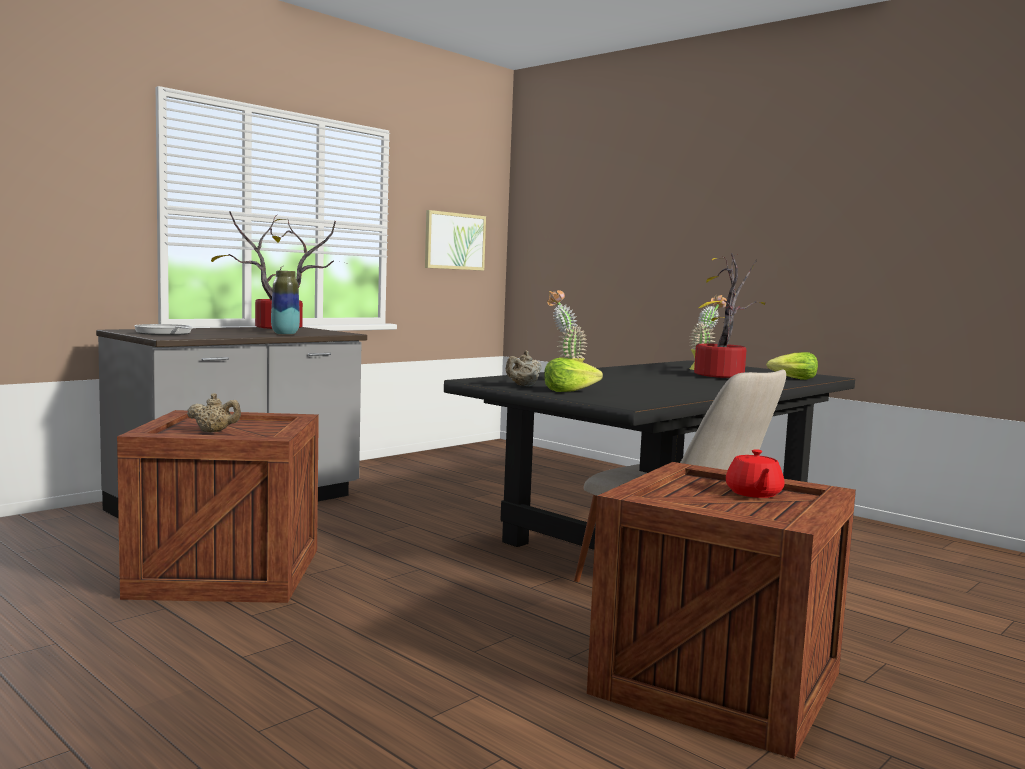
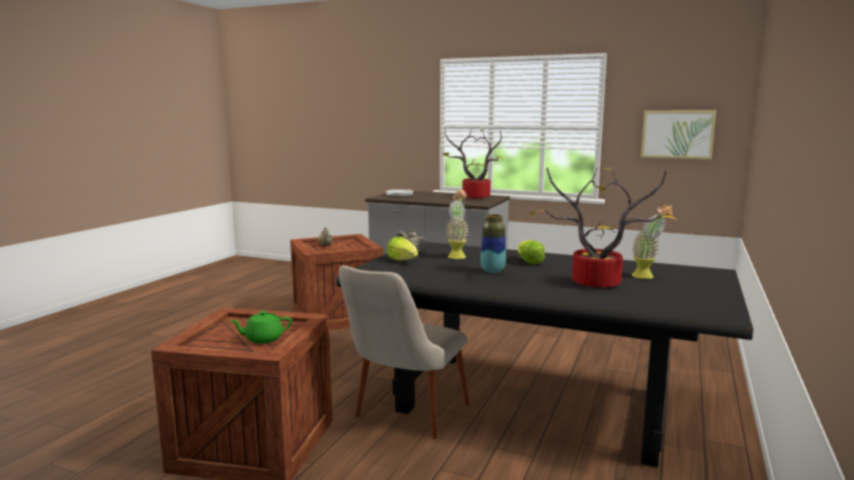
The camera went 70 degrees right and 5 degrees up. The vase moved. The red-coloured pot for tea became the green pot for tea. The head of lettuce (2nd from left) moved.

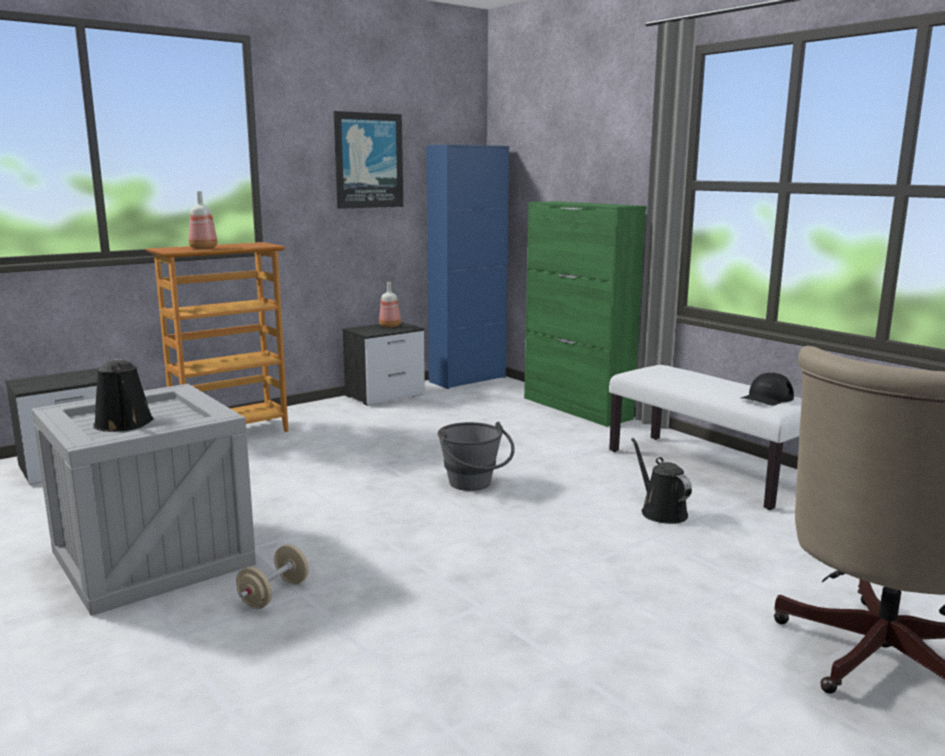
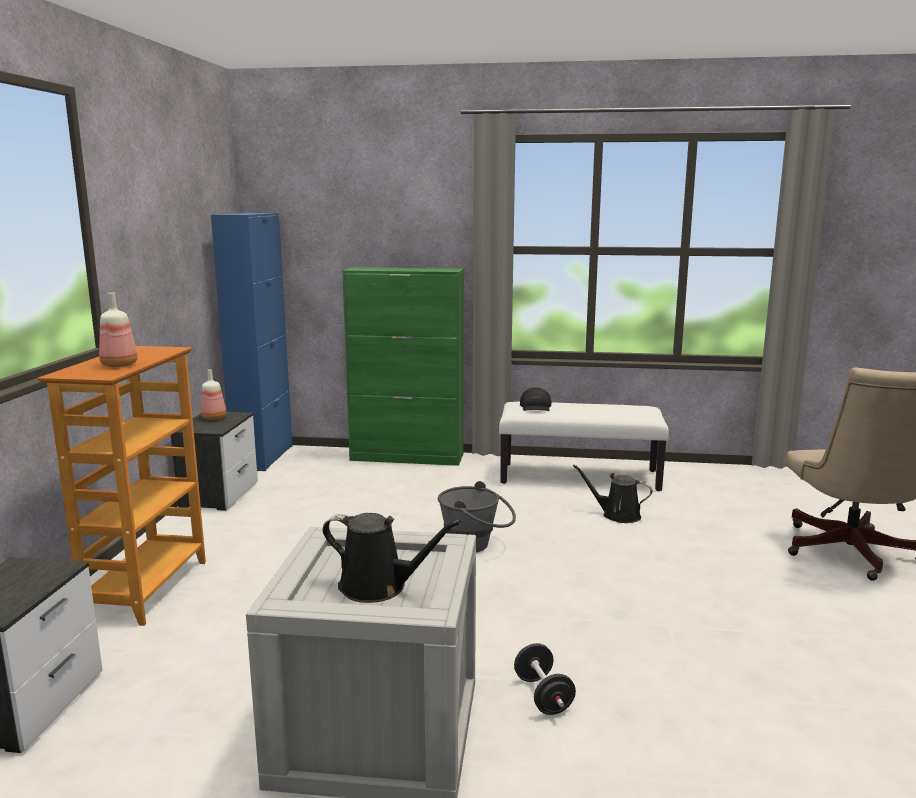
The camera went 45 degrees left and 0 degrees up. The beige dumbbell became the black dumbbell. The wall art disappeared. The black baseball cap moved.

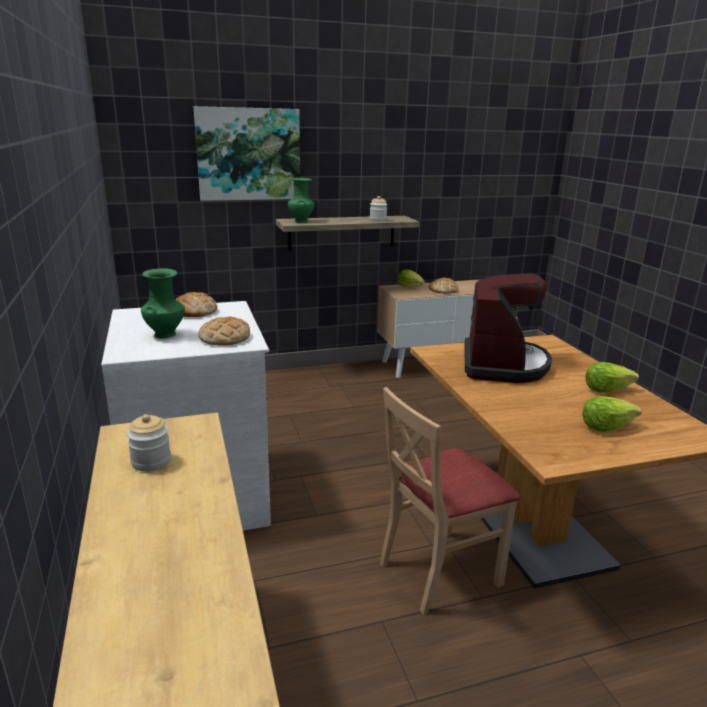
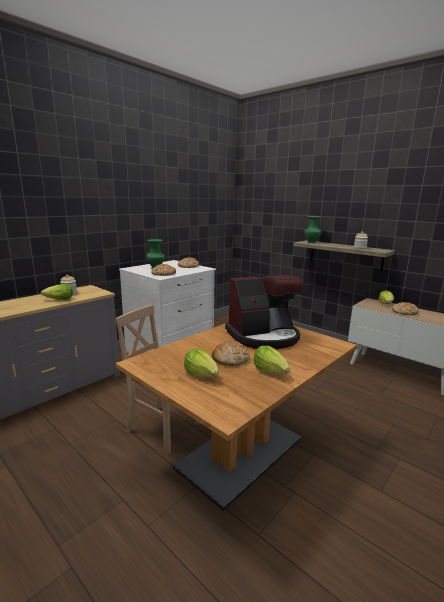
The camera went 60 degrees right and 5 degrees down. The wall art disappeared. The head of lettuce (1st from left) appeared. The bakery bread (3rd from left) appeared.

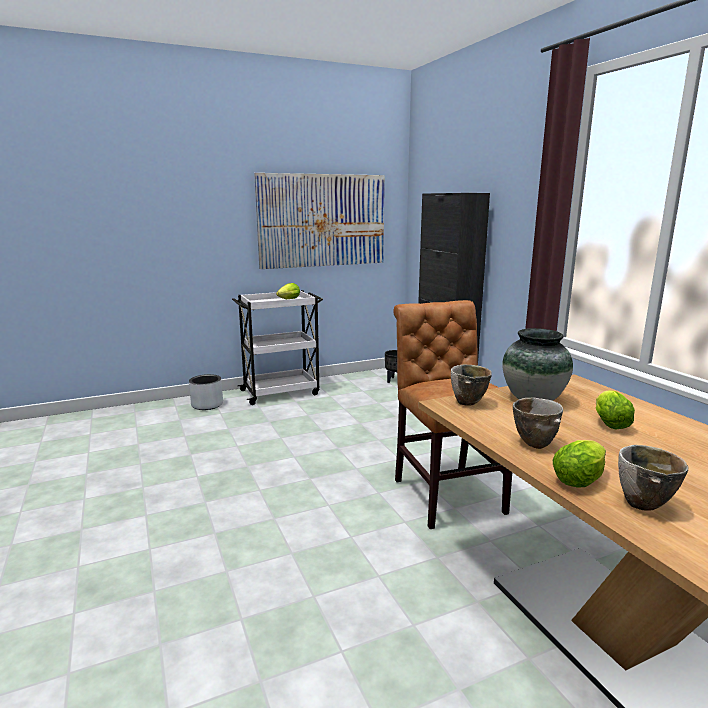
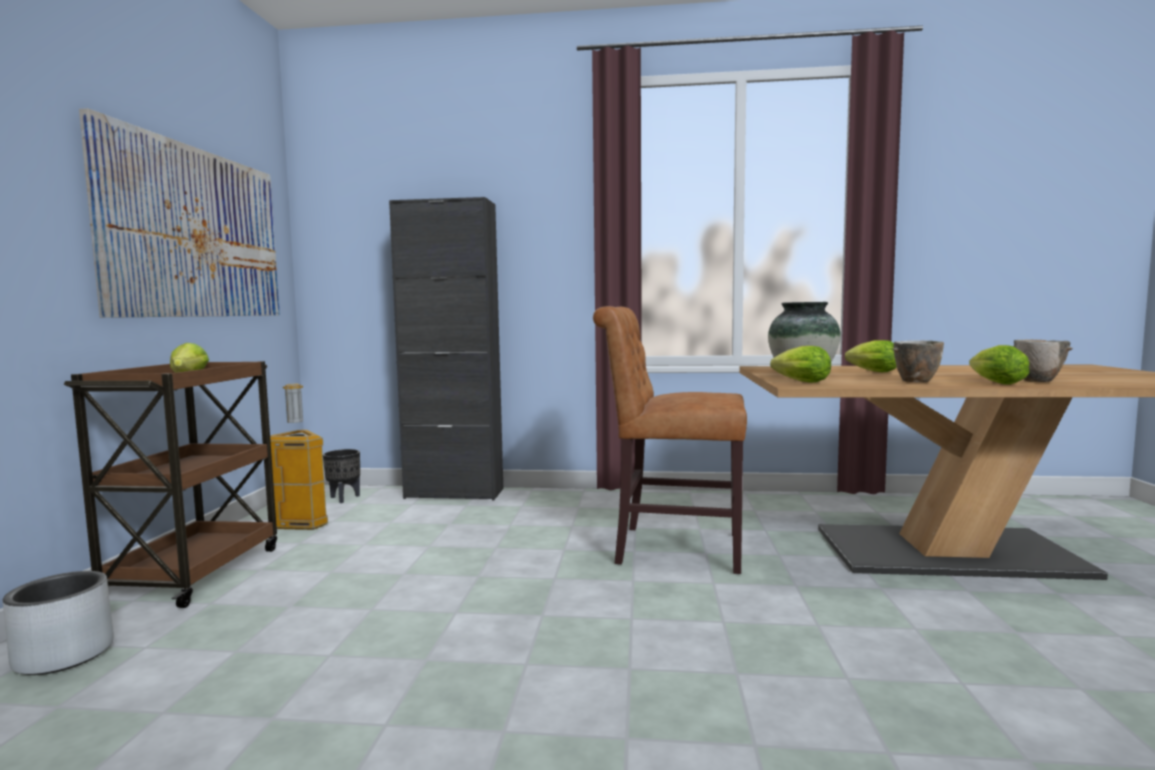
The camera went 60 degrees left and 10 degrees down. The white trolley became the brown-coloured trolley. The bowl (1st from left) was replaced by the head of lettuce (2nd from left). The waste bin appeared.

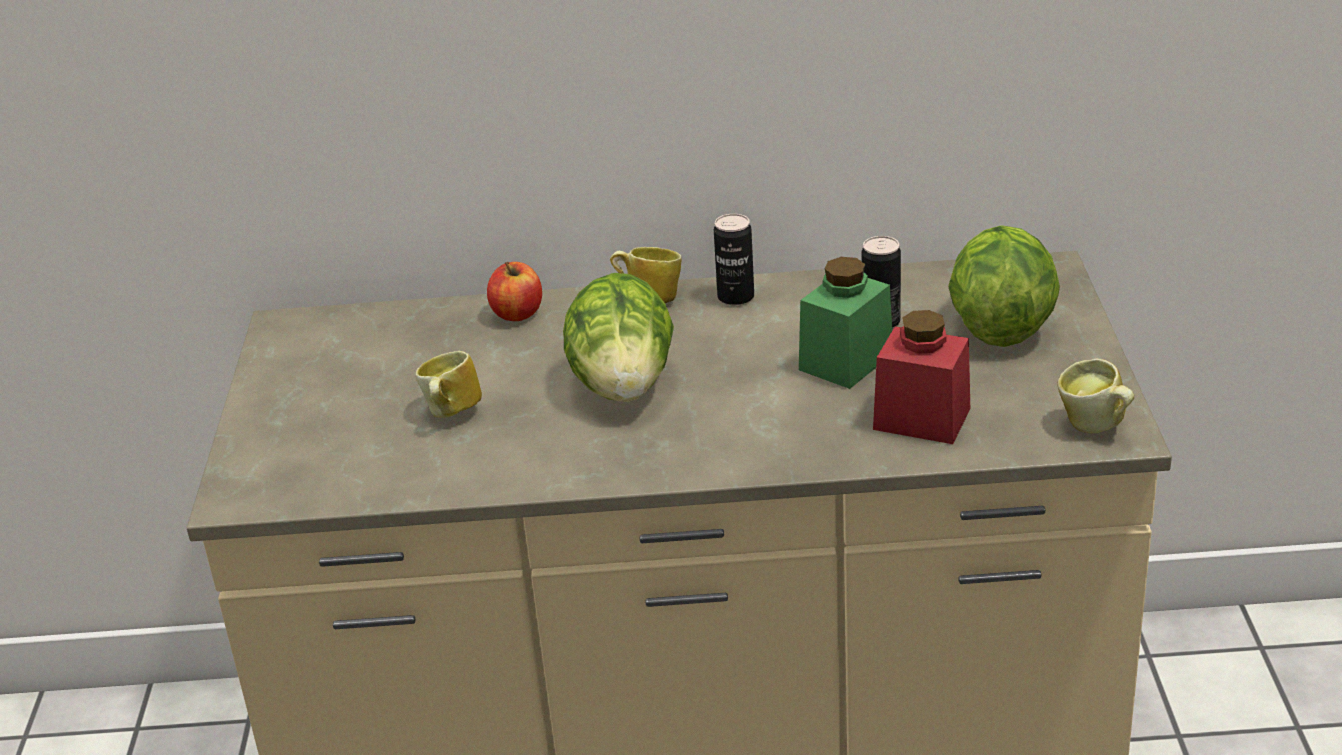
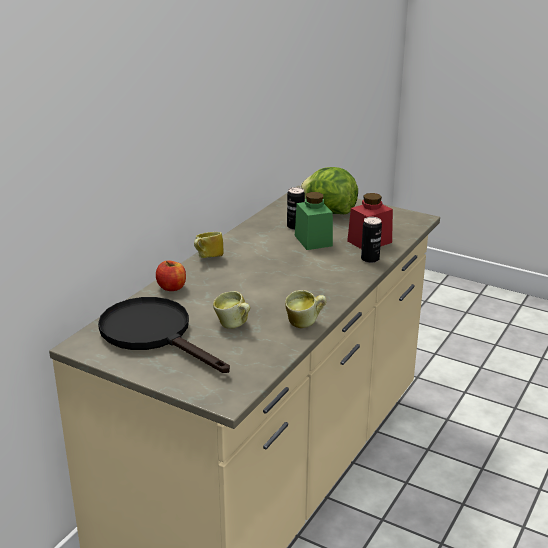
The camera went 60 degrees left and 5 degrees down. The head of lettuce (1st from left) disappeared. The sealed can (1st from left in the first image) moved. The mug (3rd from left) moved. The black pan appeared.

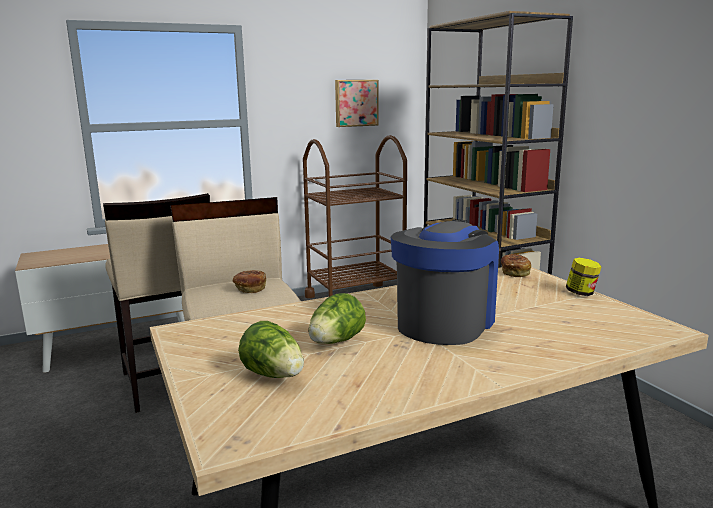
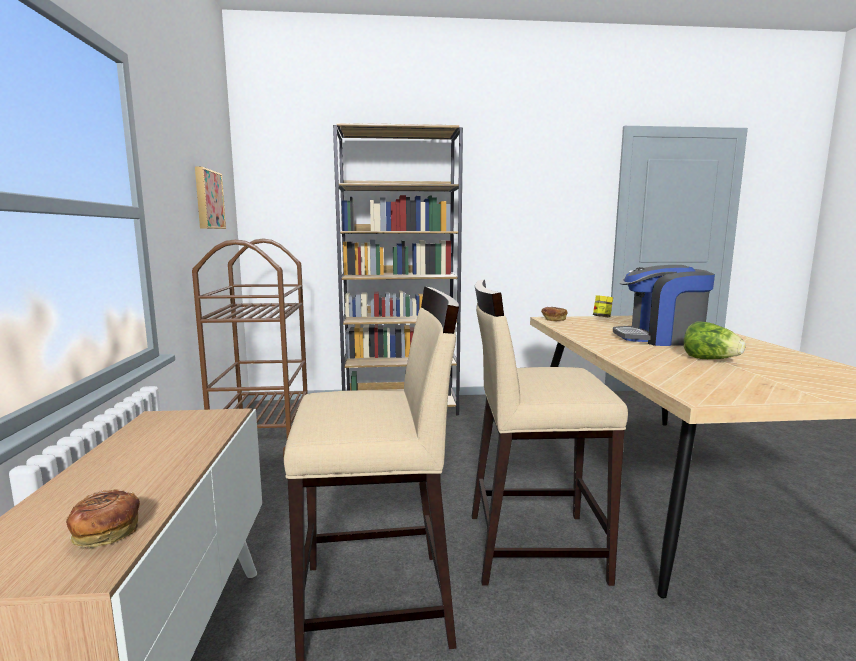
The camera went 70 degrees left and 5 degrees down. The bakery bread (1st from left) moved. The head of lettuce (1st from left) disappeared. The coffee brewer turned 45 degrees counterclockwise.

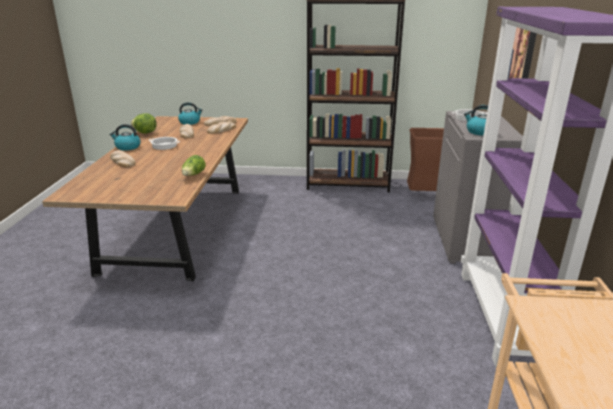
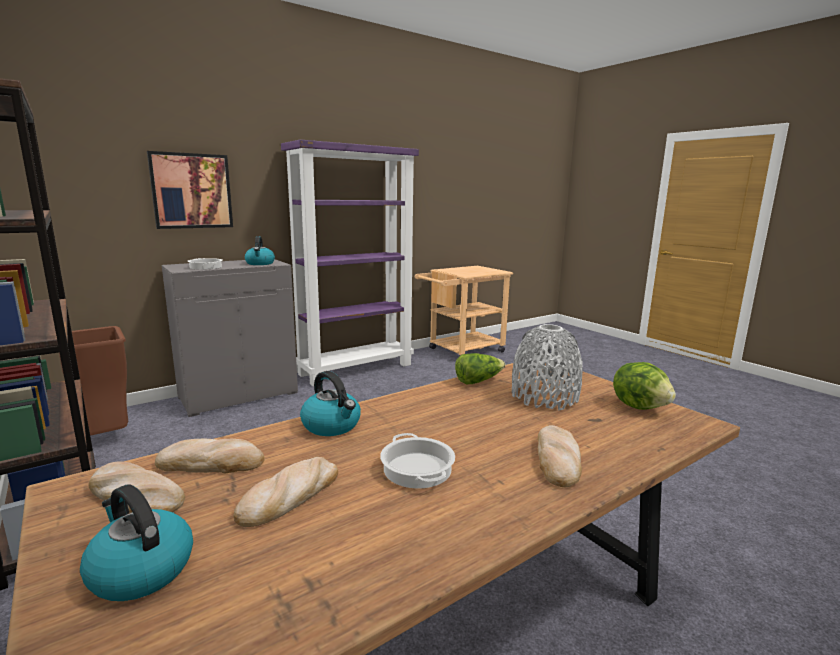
The camera went 130 degrees left and 10 degrees down. The water kettle (1st from left in the first image) moved. The head of lettuce (1st from left in the first image) moved. The gray vase appeared.

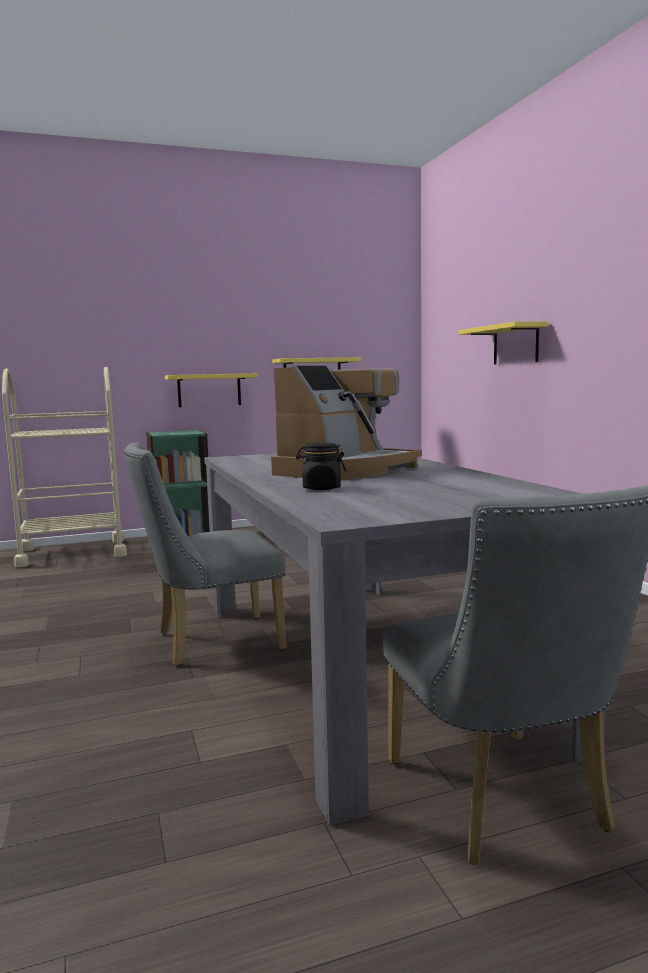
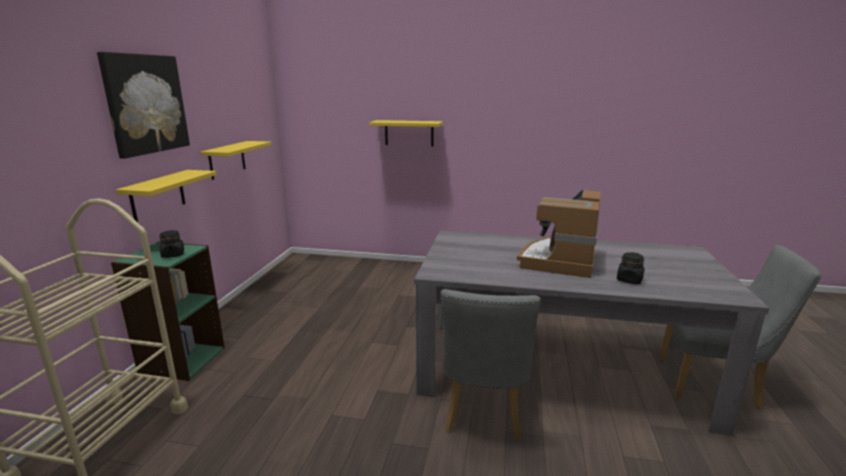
The camera went 60 degrees left and 10 degrees up. The coffee brewer turned 135 degrees counterclockwise. The wall art appeared. The black storage jar (1st from left) appeared.

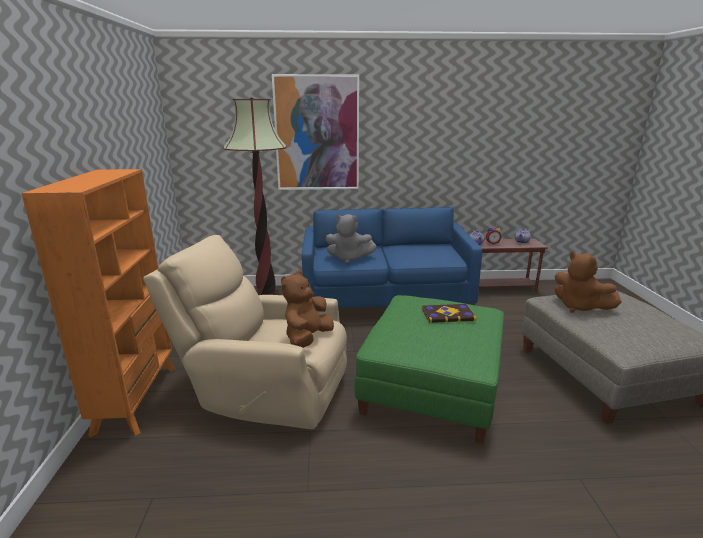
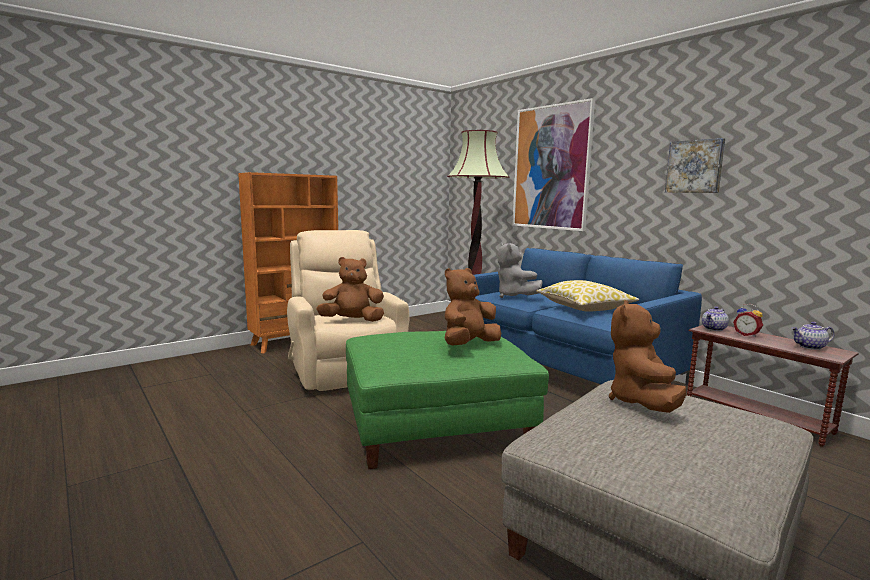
The camera went 55 degrees right and 10 degrees down. The book was replaced by the brown-coloured cuddly toy (2nd from left). The throw pillow appeared. The wall art (2nd from left) appeared.

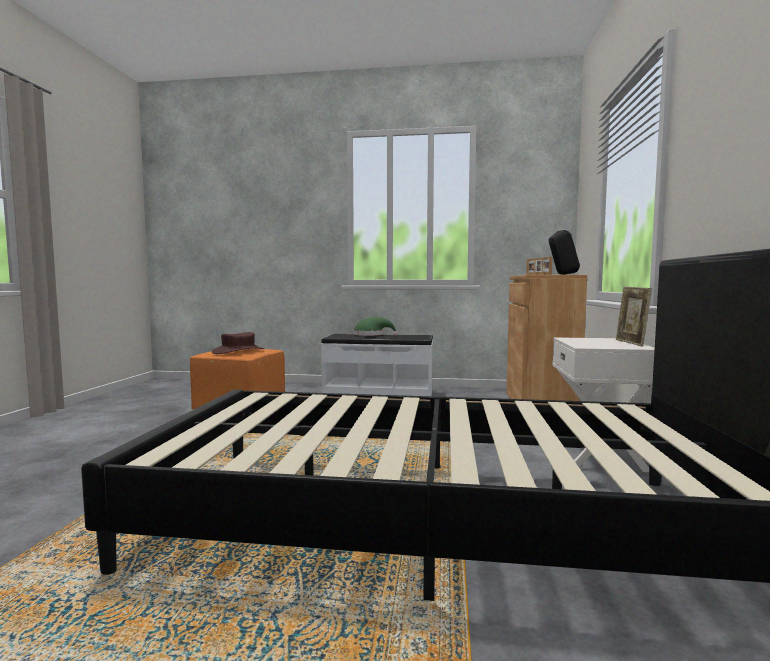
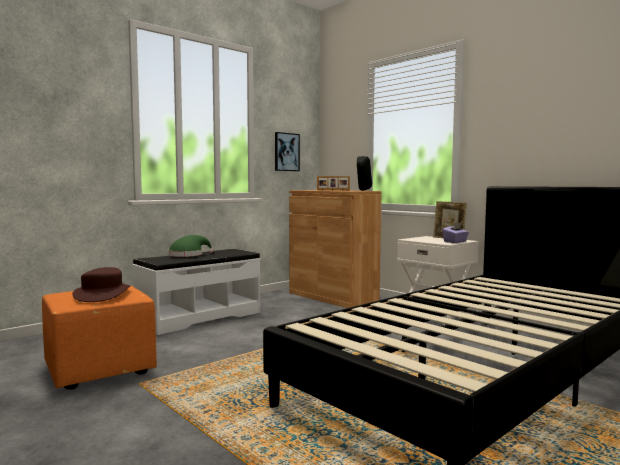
The camera went 50 degrees left and 0 degrees up. The wall art appeared. The purple tissue box appeared.

